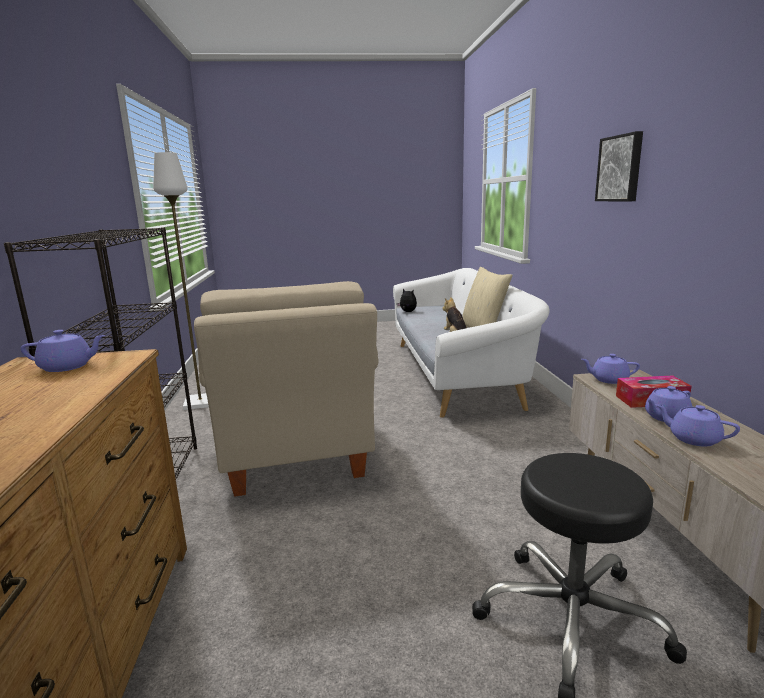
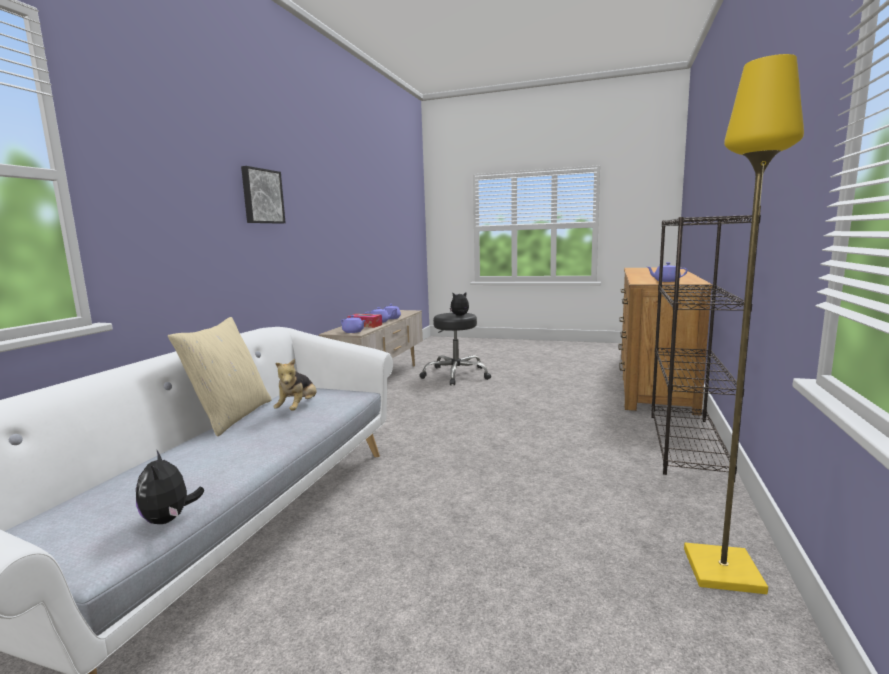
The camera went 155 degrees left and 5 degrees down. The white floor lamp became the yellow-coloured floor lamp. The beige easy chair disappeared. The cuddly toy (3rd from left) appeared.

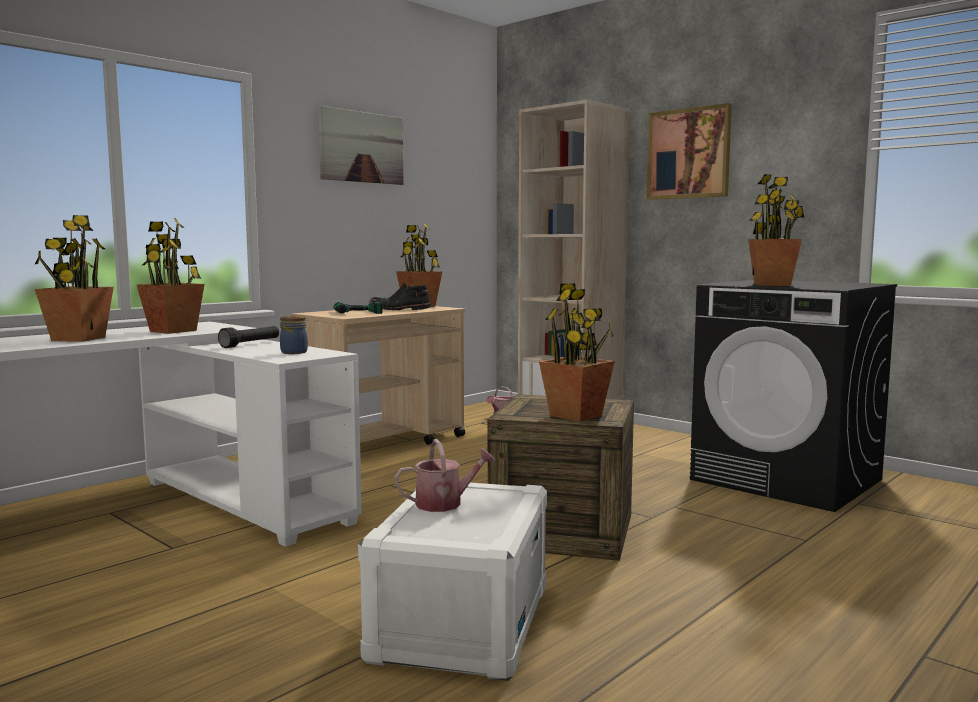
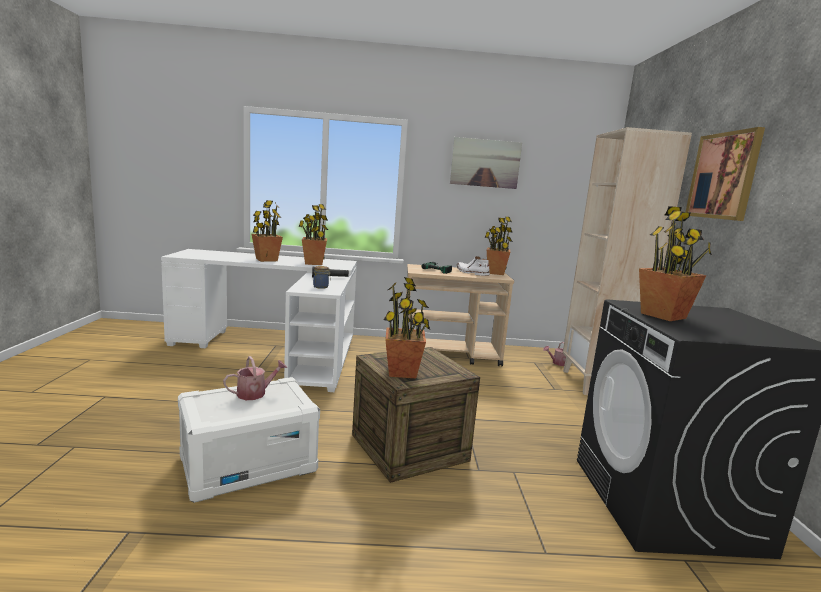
The camera went 45 degrees right and 5 degrees up. The black boot became the white boot. The watering pot (1st from left) turned 60 degrees counterclockwise.

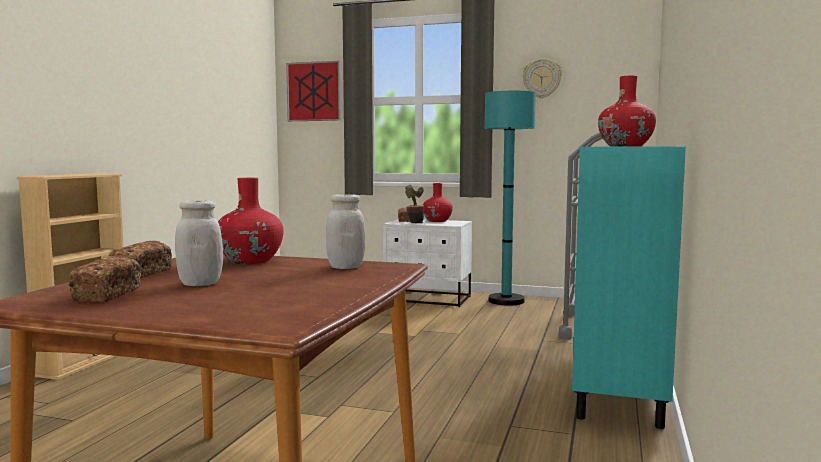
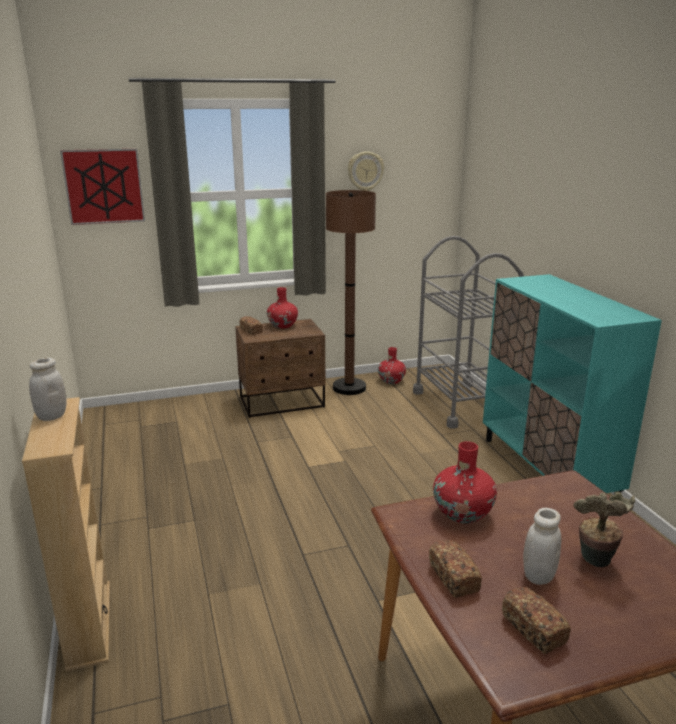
The camera went 35 degrees left and 15 degrees up. The white storage jar (2nd from left in the first image) moved. The white nightstand became the brown-coloured nightstand. The houseplant moved. The blue-green floor lamp became the brown-coloured floor lamp. The red-coloured vase (3rd from left in the first image) moved.

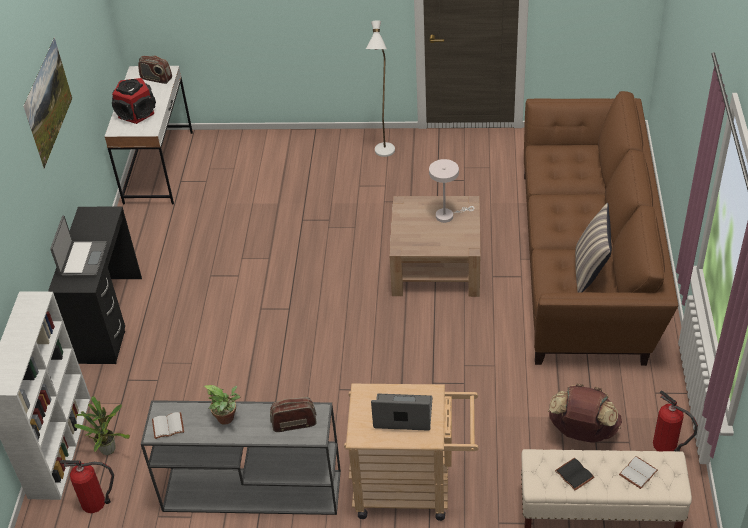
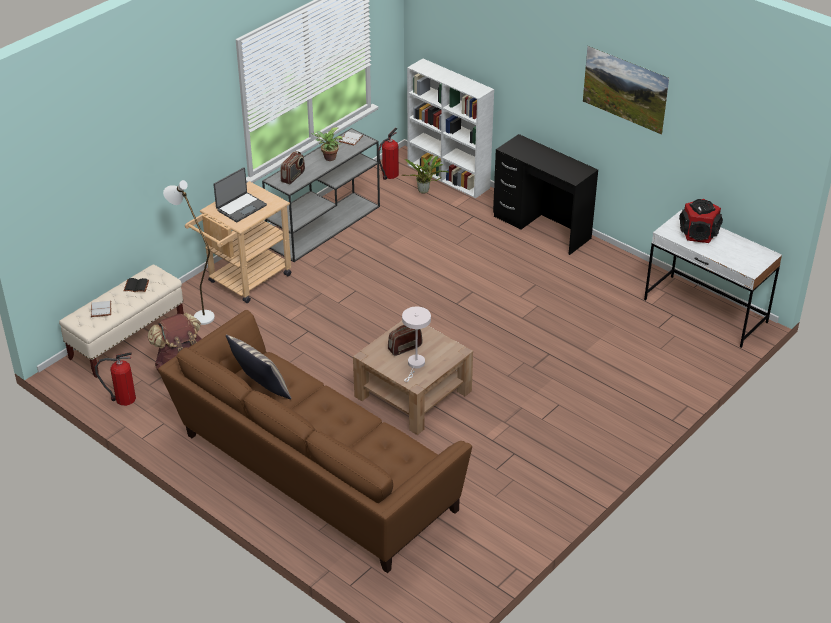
The camera went 125 degrees right and 5 degrees down. The portable computer (1st from left) disappeared. The radio set (1st from left in the first image) moved. The white floor lamp moved.

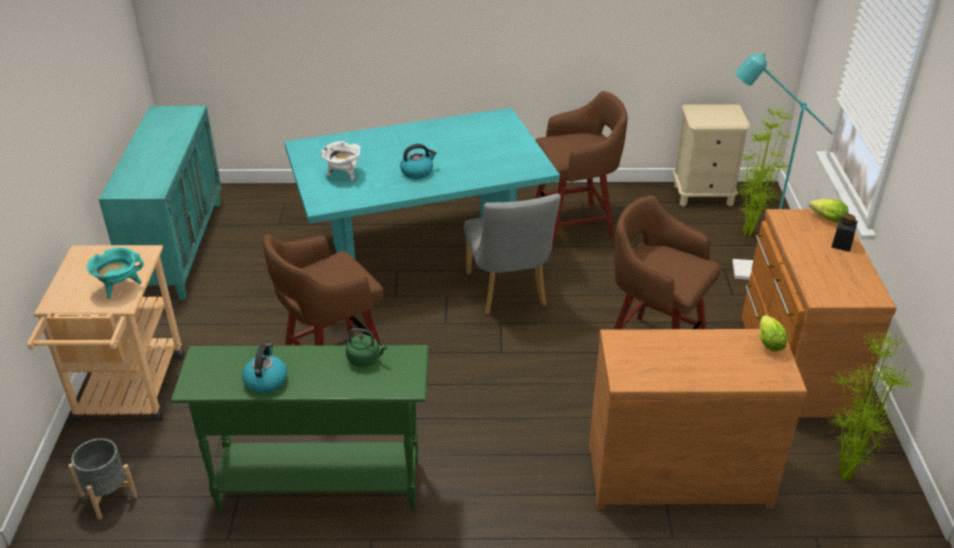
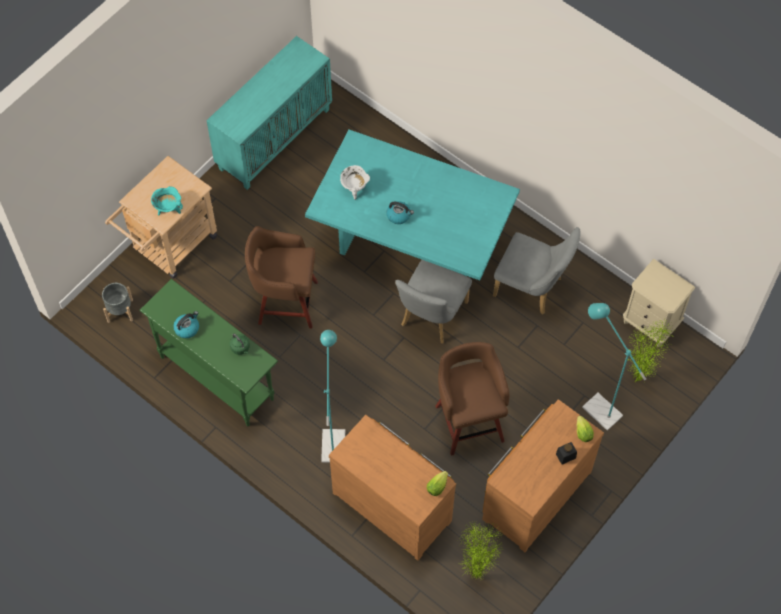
The camera went 40 degrees right and 25 degrees up. The brown-coloured sitting stool (2nd from left) was replaced by the gray chair (2nd from left). The blue-green floor lamp (1st from left) appeared.

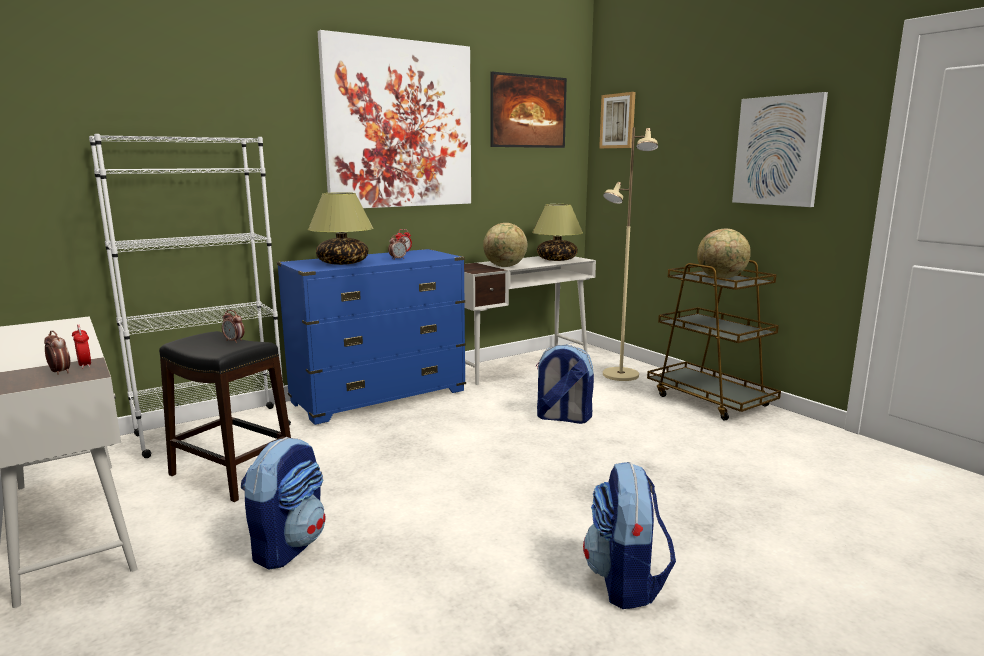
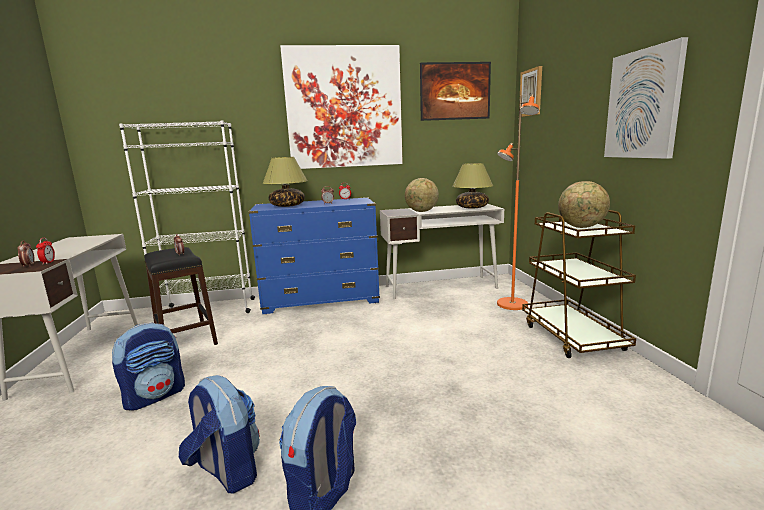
The camera went 25 degrees right and 0 degrees up. The rucksack (2nd from left) moved. The beige floor lamp became the orange floor lamp.

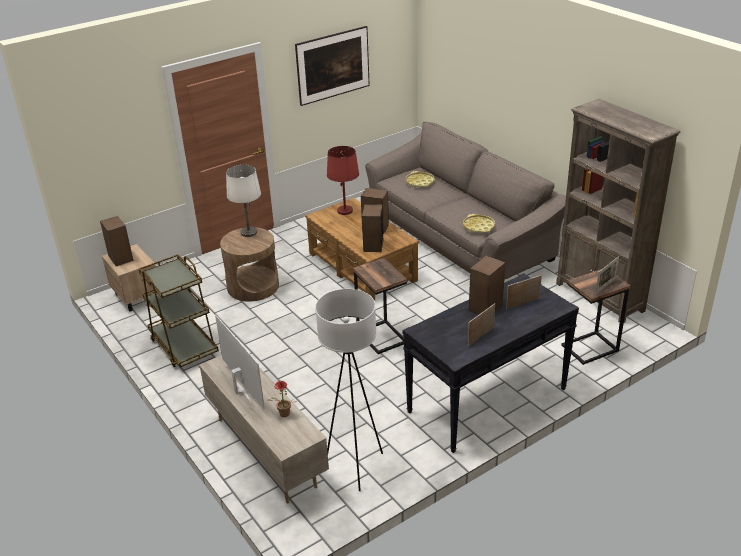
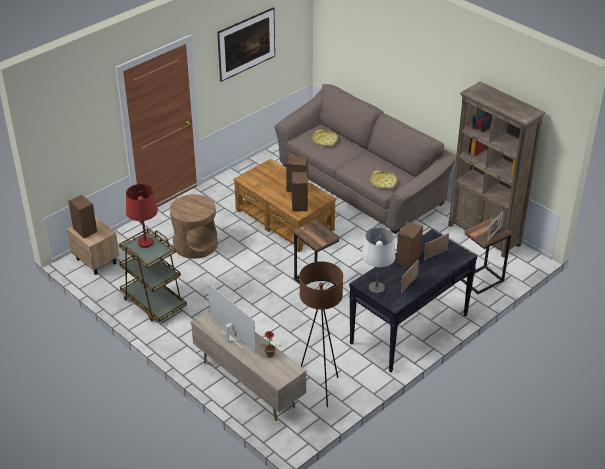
The camera went 10 degrees left and 5 degrees up. The white table lamp moved. The white floor lamp became the brown-coloured floor lamp. The red-coloured table lamp moved.

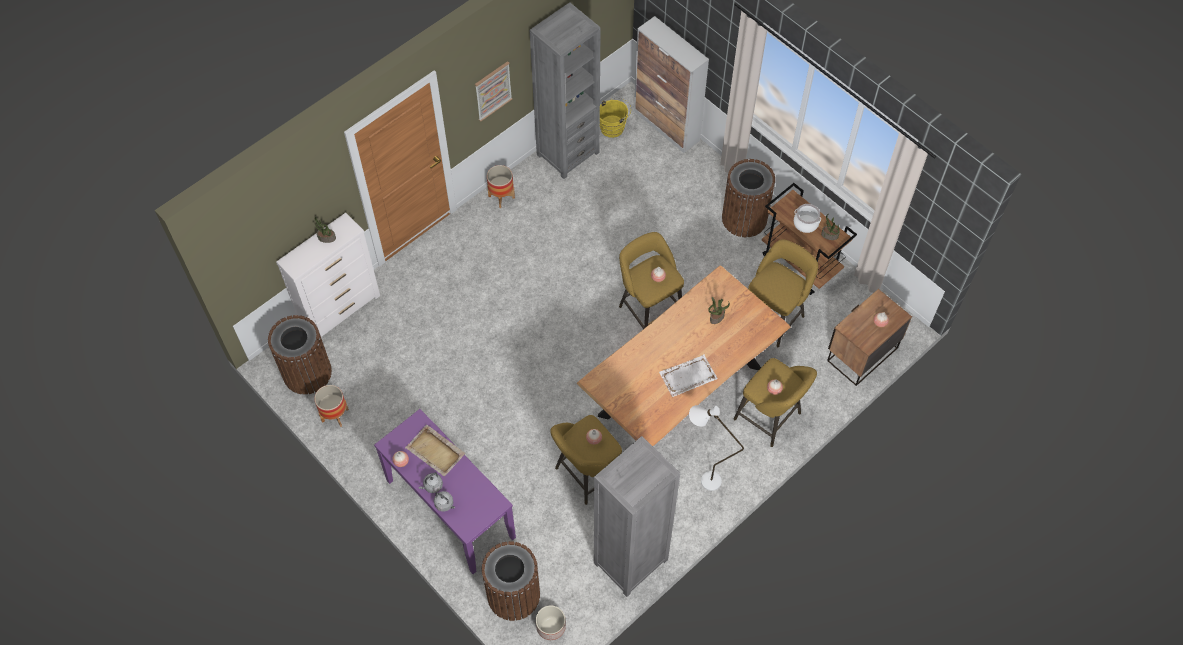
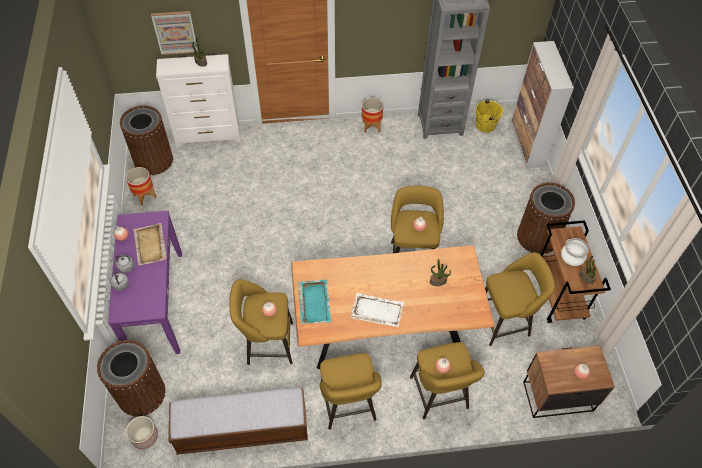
The camera went 35 degrees right and 5 degrees down. The wall art moved. The gray bookcase (2nd from left) was replaced by the indoor bench. The white floor lamp was replaced by the yellow-coloured sitting stool (2nd from left). The blue-green serving tray appeared.

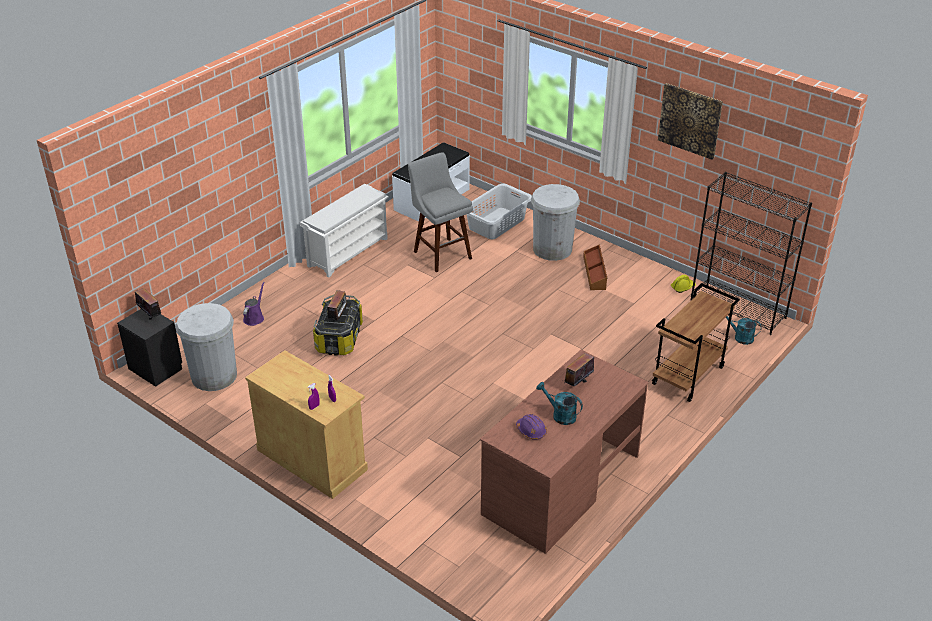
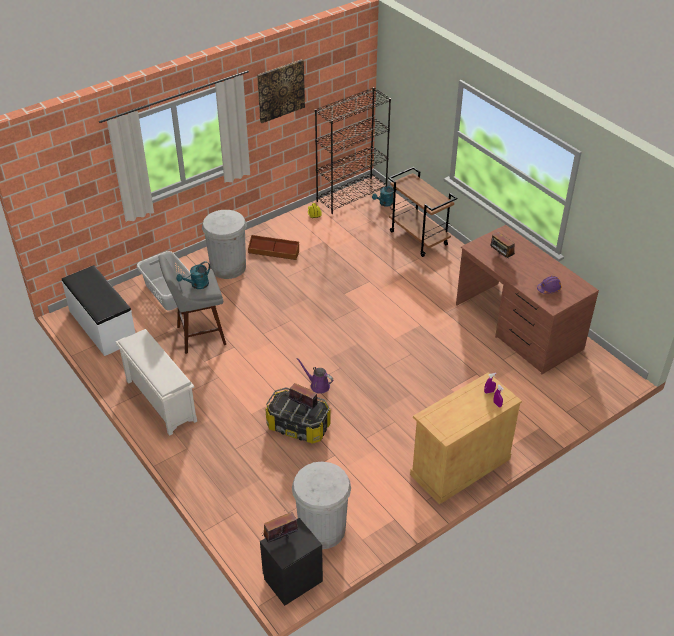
The camera went 75 degrees left and 5 degrees up. The purple watering pot moved. The blue-green watering pot (1st from left) moved.

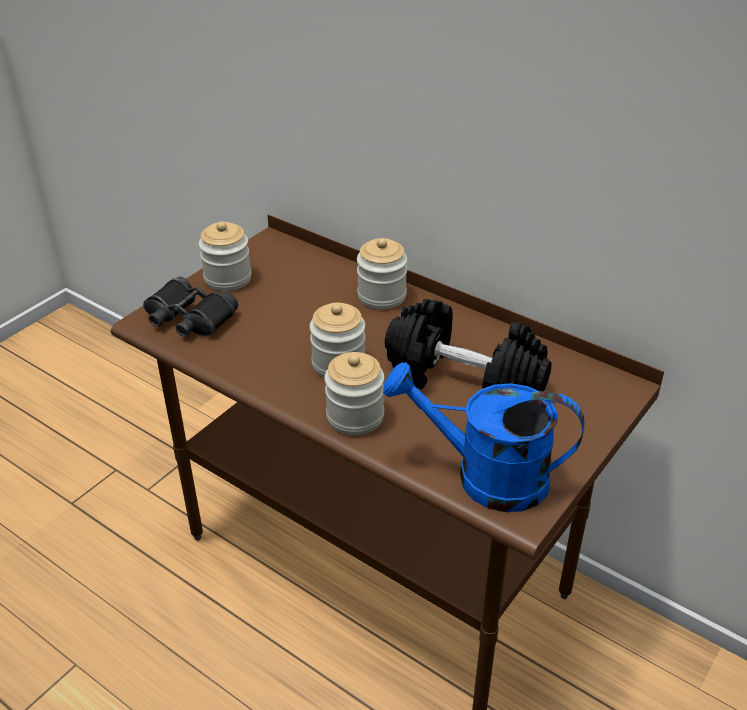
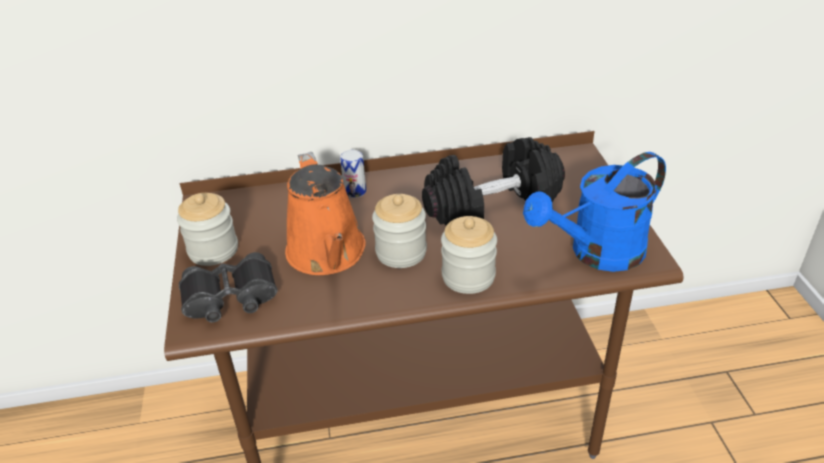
The camera went 45 degrees left and 0 degrees up. The storage jar (4th from left) was replaced by the sealed can. The orange watering pot appeared.

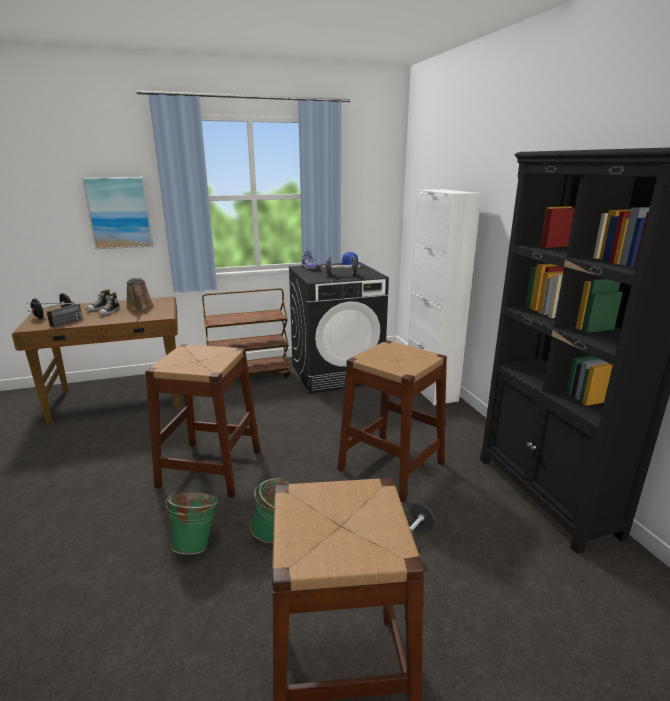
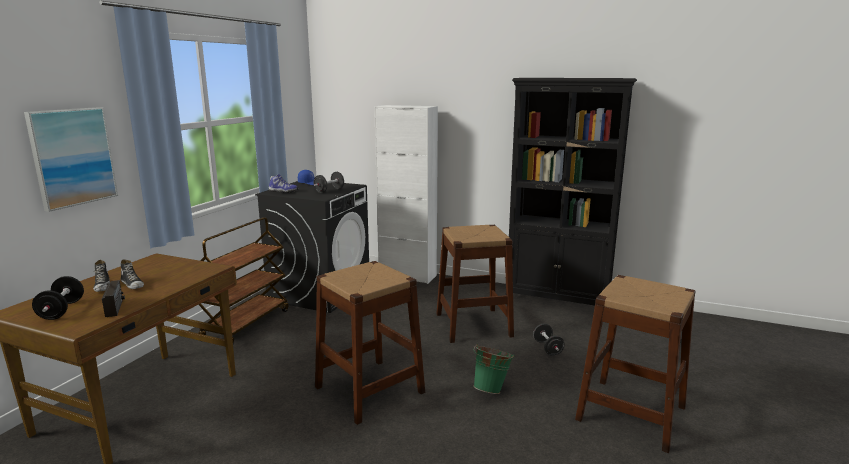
The camera went 50 degrees left and 5 degrees down. The brown-coloured watering pot disappeared. The green water bucket (1st from left) disappeared.

